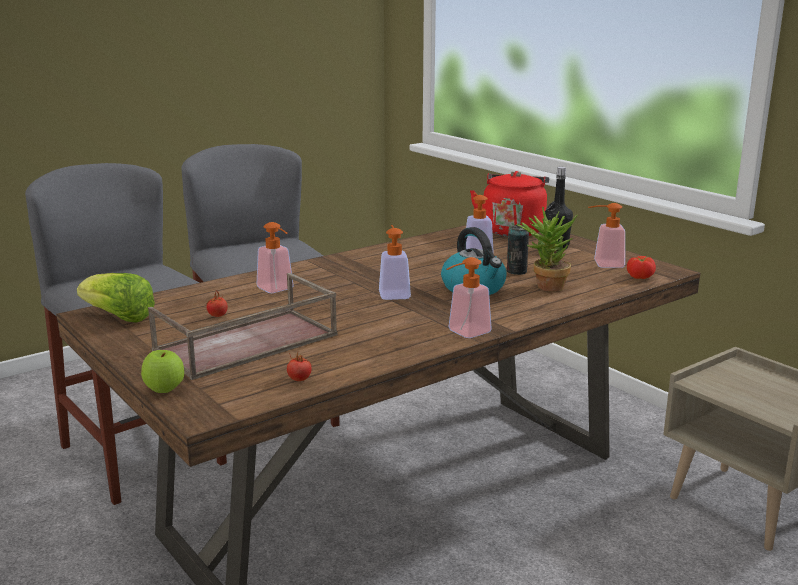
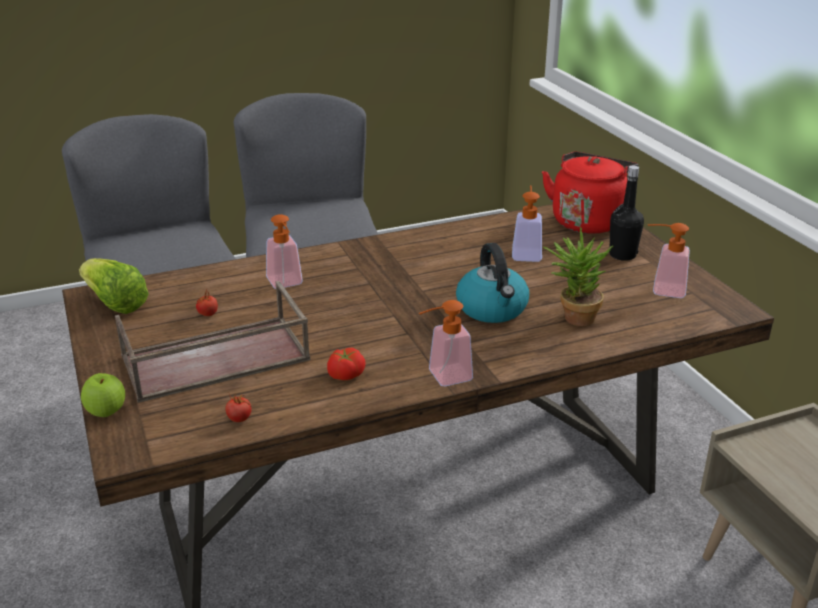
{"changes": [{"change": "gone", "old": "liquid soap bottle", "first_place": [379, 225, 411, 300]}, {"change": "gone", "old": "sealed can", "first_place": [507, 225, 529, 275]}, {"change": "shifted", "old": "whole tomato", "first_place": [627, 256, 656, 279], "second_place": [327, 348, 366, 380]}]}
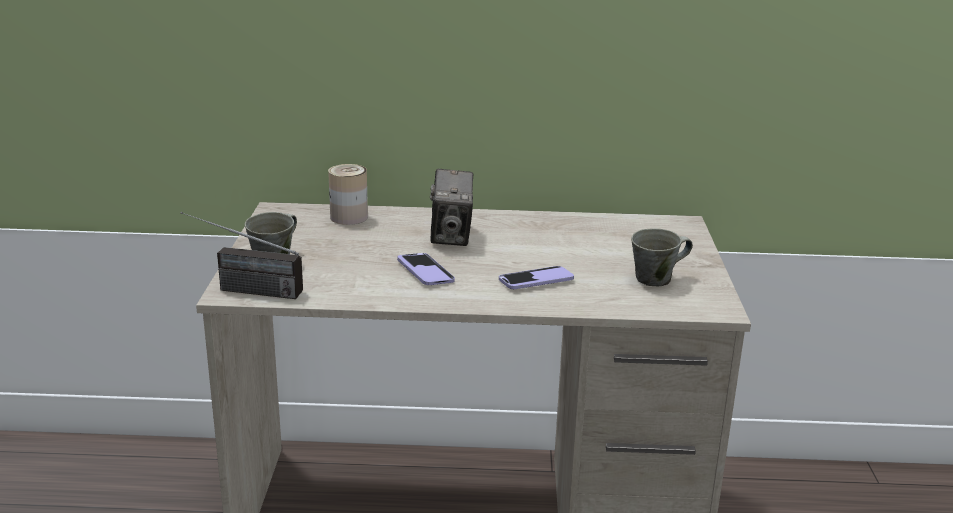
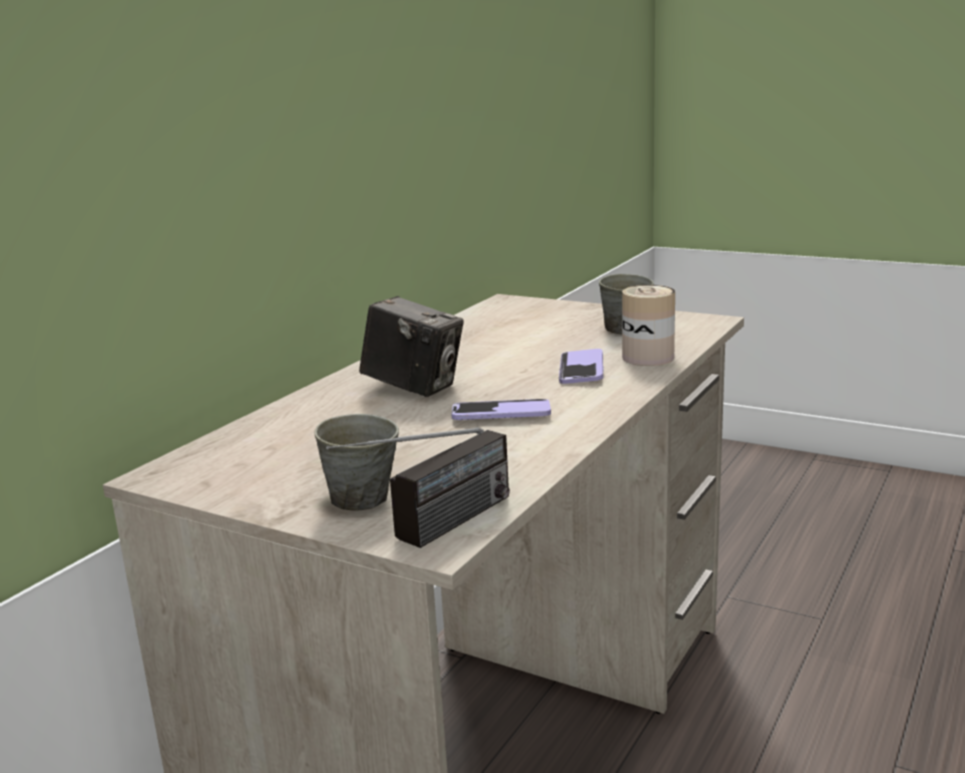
{"changes": [{"change": "shifted", "old": "sealed can", "first_place": [328, 164, 368, 225], "second_place": [622, 285, 675, 366]}]}
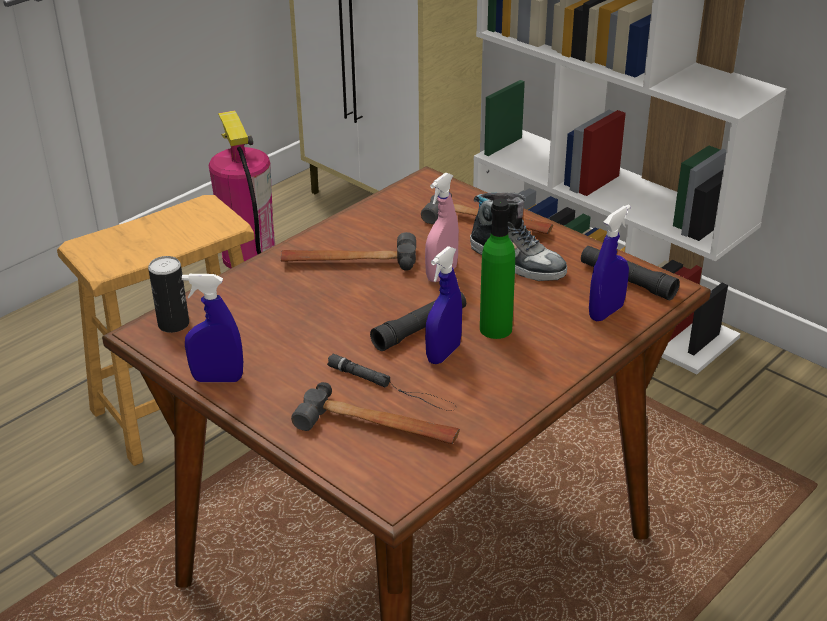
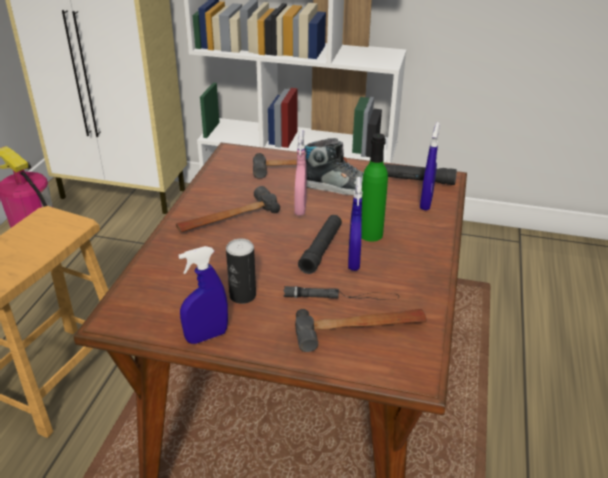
{"changes": [{"change": "shifted", "old": "sealed can", "first_place": [148, 256, 189, 333], "second_place": [226, 239, 256, 304]}]}
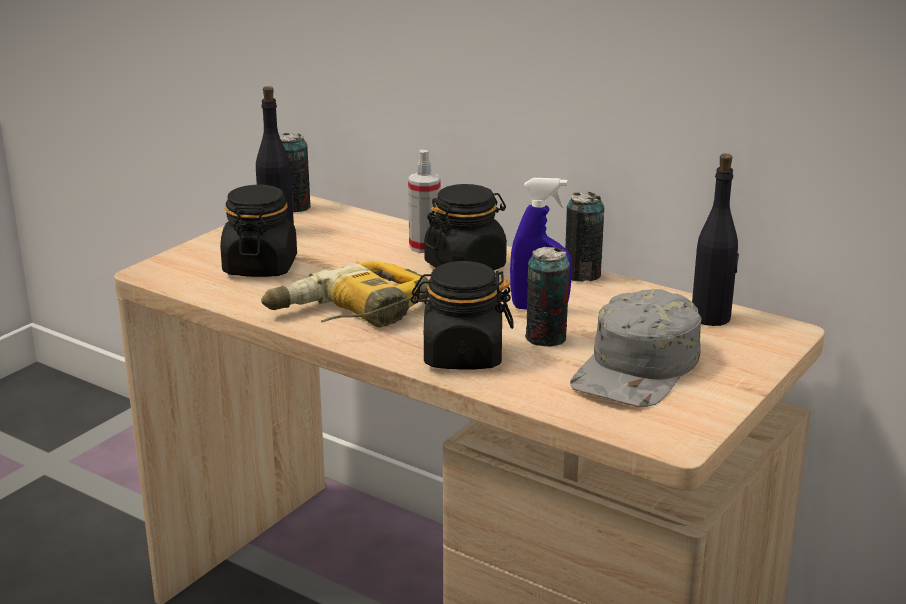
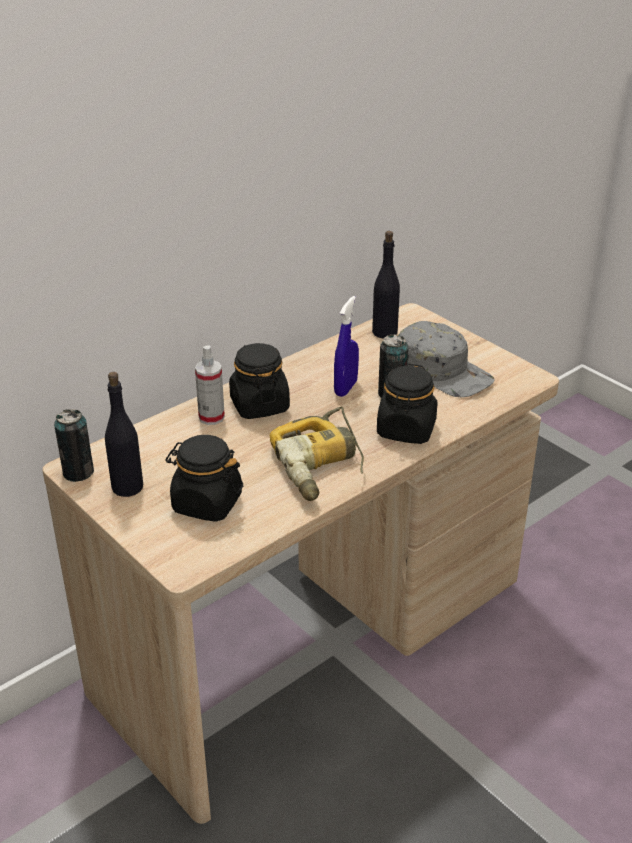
{"changes": [{"change": "gone", "old": "sealed can", "first_place": [565, 192, 604, 282]}]}
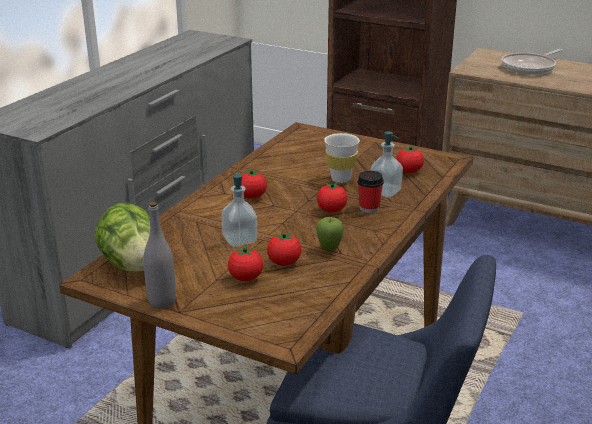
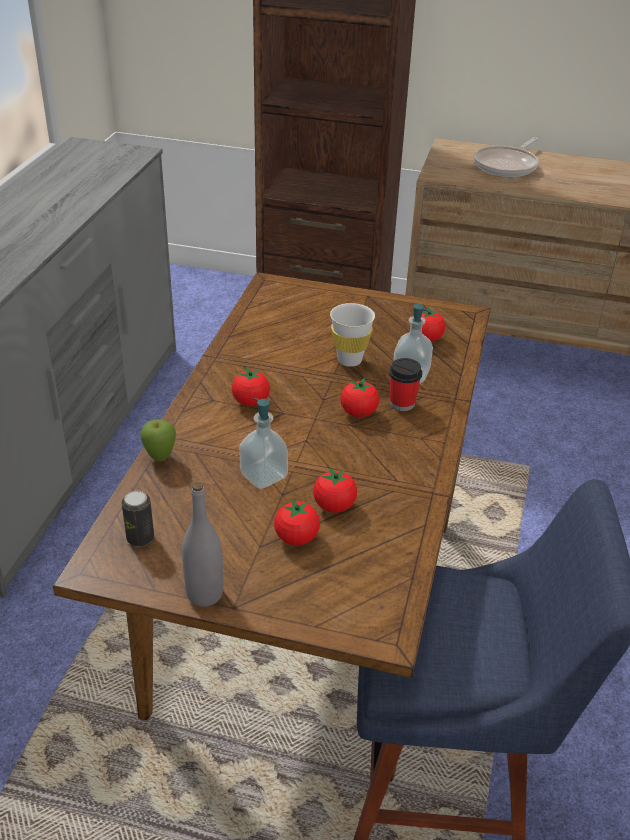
{"changes": [{"change": "swapped", "old": "head of lettuce", "new": "sealed can", "first_place": [94, 203, 150, 272], "second_place": [122, 491, 154, 547]}, {"change": "shifted", "old": "apple fruit", "first_place": [316, 217, 344, 252], "second_place": [140, 419, 176, 462]}]}
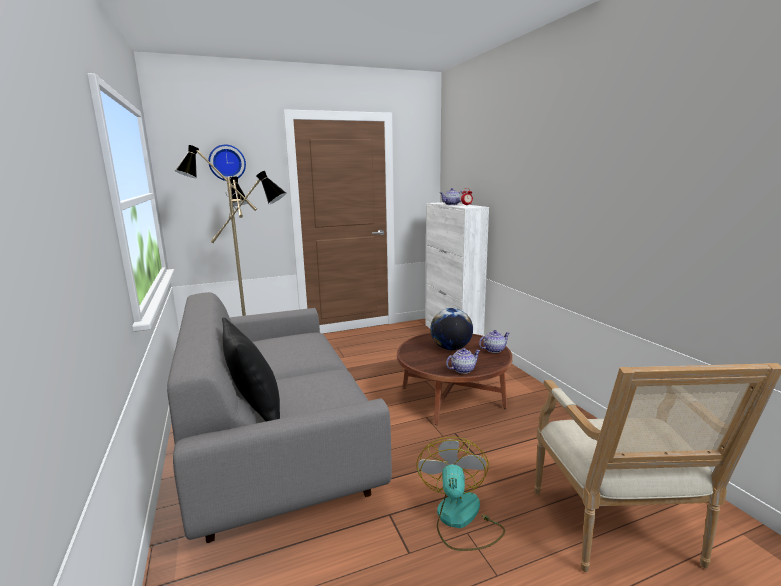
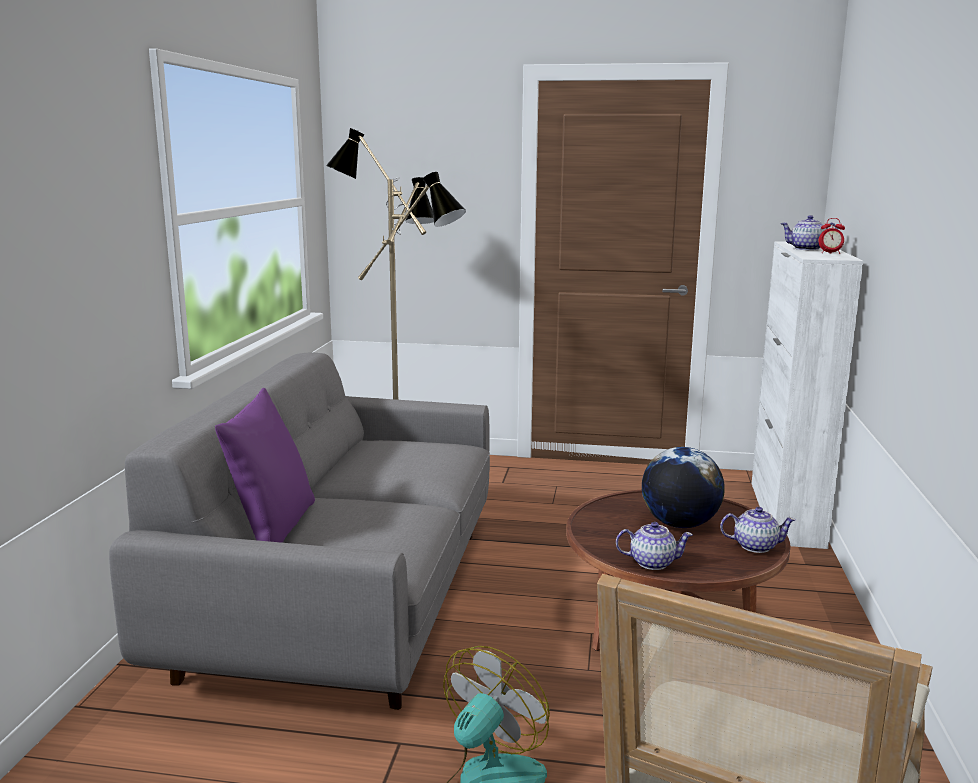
{"changes": [{"change": "gone", "old": "wall clock", "first_place": [208, 145, 246, 181]}, {"change": "repainted", "old": "black-coloured throw pillow", "new": "purple-coloured throw pillow", "first_place": [222, 317, 280, 421], "second_place": [215, 388, 315, 543]}]}
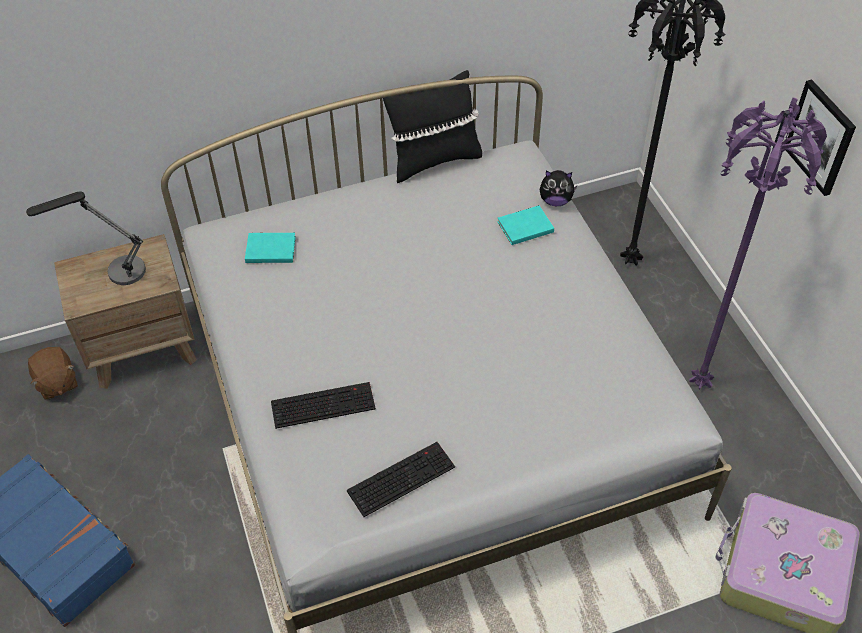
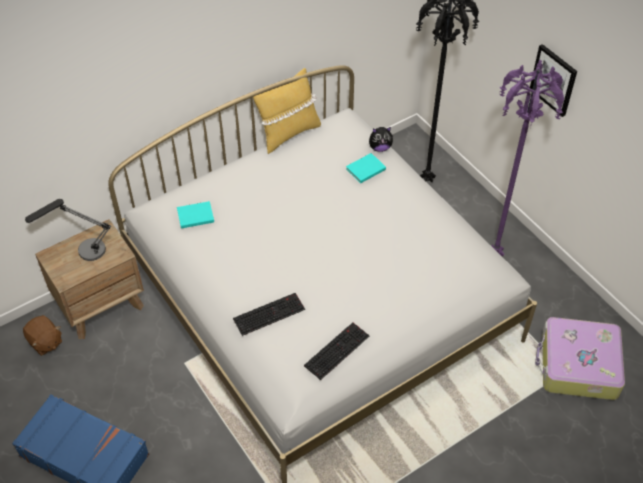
{"changes": [{"change": "repainted", "old": "black-coloured throw pillow", "new": "yellow-coloured throw pillow", "first_place": [383, 70, 482, 183], "second_place": [253, 68, 321, 154]}]}
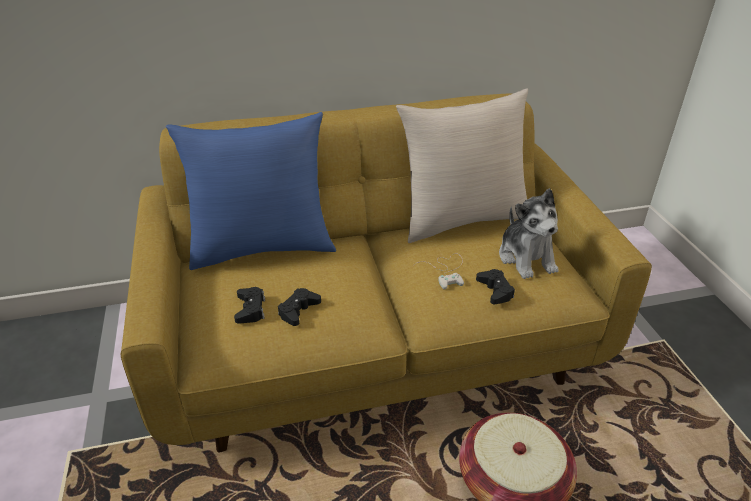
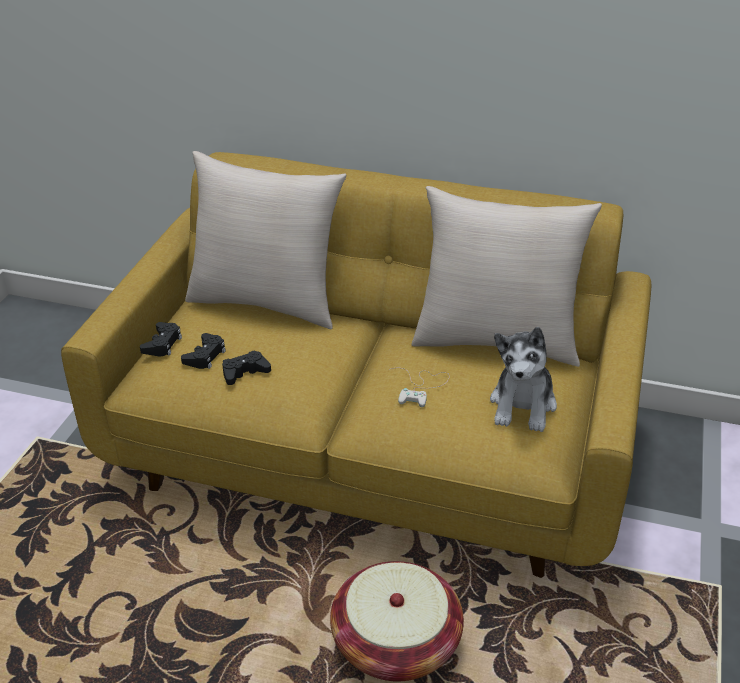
{"changes": [{"change": "repainted", "old": "bluish throw pillow", "new": "sand-coloured throw pillow", "first_place": [166, 112, 336, 270], "second_place": [185, 151, 346, 329]}, {"change": "shifted", "old": "black-coloured gamepad", "first_place": [476, 269, 515, 304], "second_place": [140, 322, 182, 356]}]}
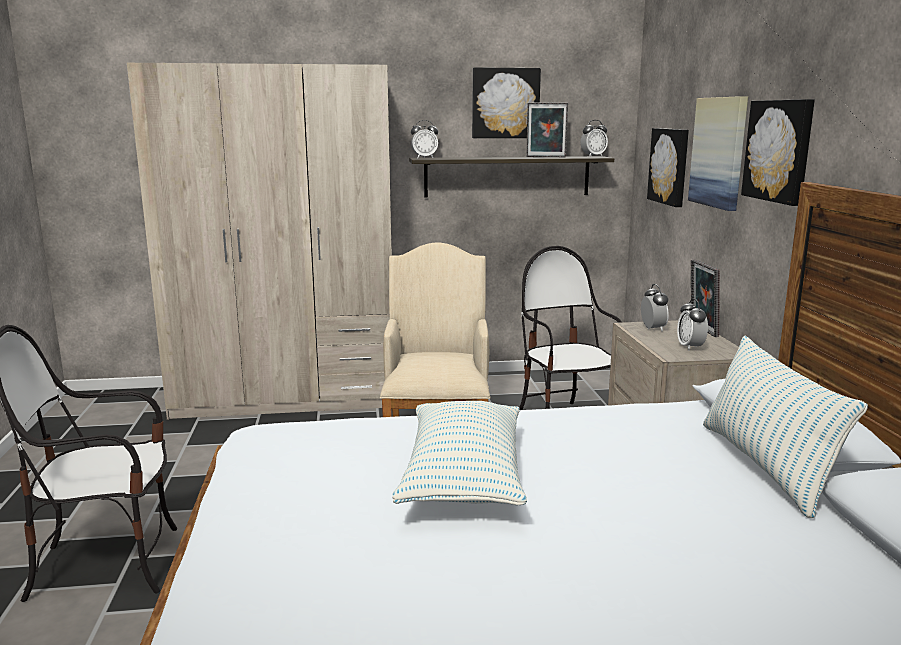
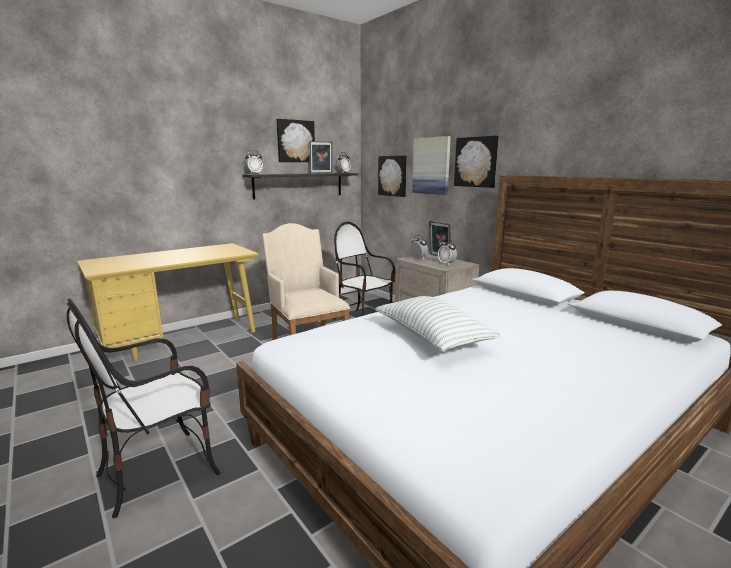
{"changes": [{"change": "swapped", "old": "sand-coloured wardrobe", "new": "yellow-coloured desk table", "first_place": [127, 63, 392, 420], "second_place": [77, 243, 259, 362]}, {"change": "gone", "old": "throw pillow", "first_place": [703, 336, 868, 518]}]}
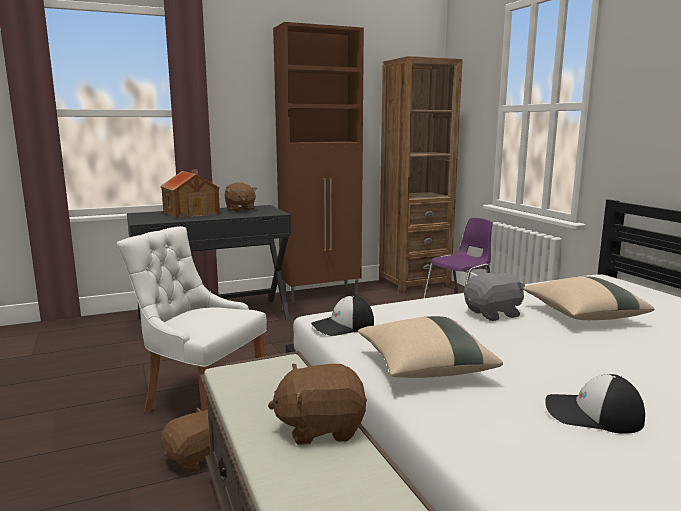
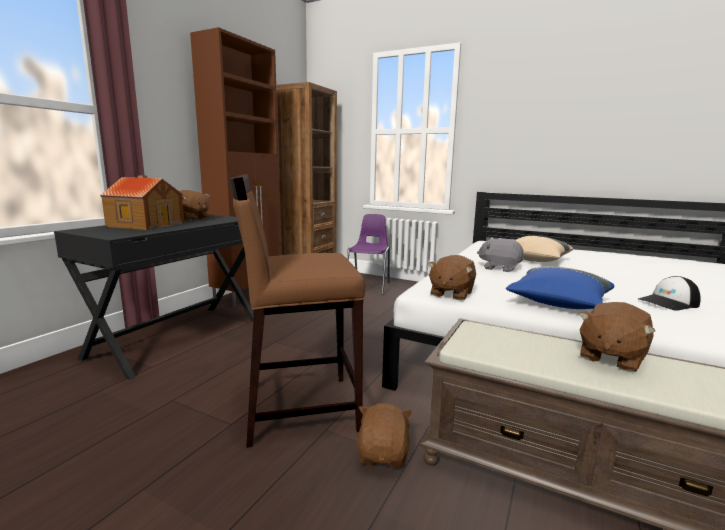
{"changes": [{"change": "swapped", "old": "whitish upright chair", "new": "brown sitting stool", "first_place": [117, 226, 267, 413], "second_place": [229, 174, 365, 448]}, {"change": "rotated", "old": "greyish soft toy", "first_place": [464, 272, 525, 321], "second_place": [477, 239, 524, 272], "degrees": -90}, {"change": "swapped", "old": "cap", "new": "brown soft toy", "first_place": [311, 295, 374, 336], "second_place": [428, 255, 476, 300]}, {"change": "repainted", "old": "sand-coloured throw pillow", "new": "bluish throw pillow", "first_place": [358, 316, 503, 378], "second_place": [506, 266, 615, 309]}]}
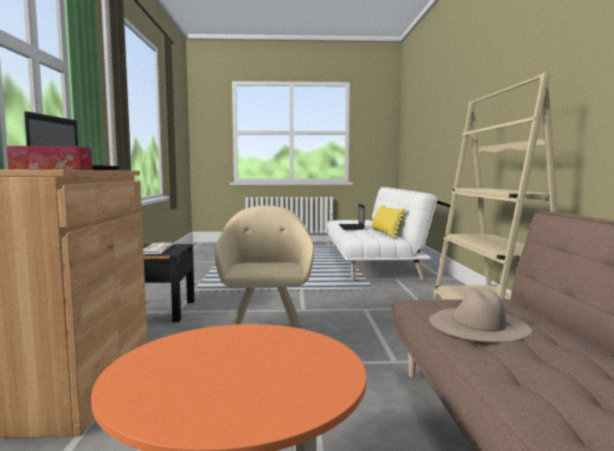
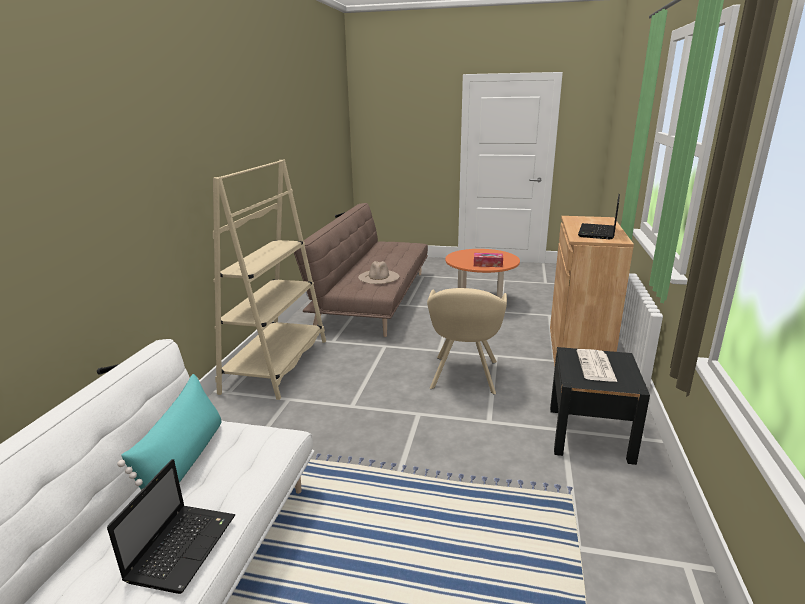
{"changes": [{"change": "shifted", "old": "tissue box", "first_place": [7, 146, 92, 170], "second_place": [474, 253, 503, 267]}, {"change": "repainted", "old": "yellow-coloured throw pillow", "new": "turquoise throw pillow", "first_place": [372, 205, 407, 238], "second_place": [117, 374, 221, 490]}]}
